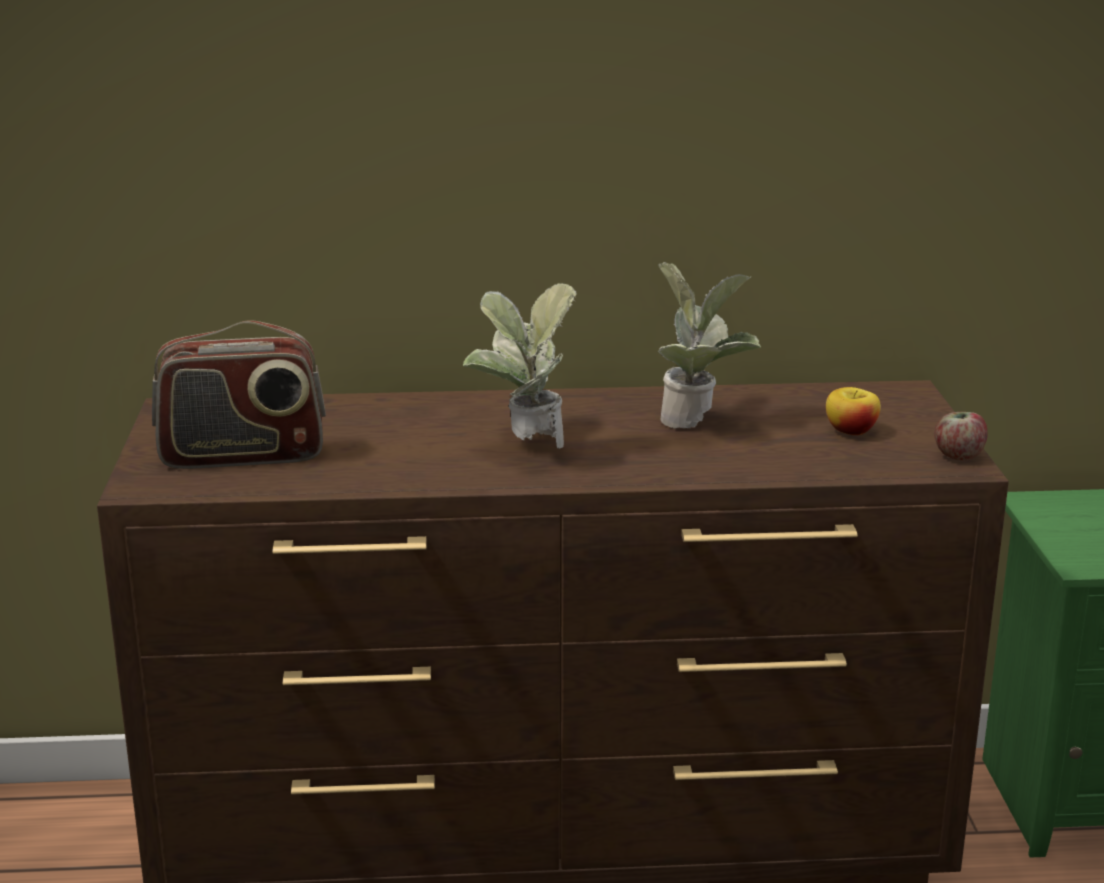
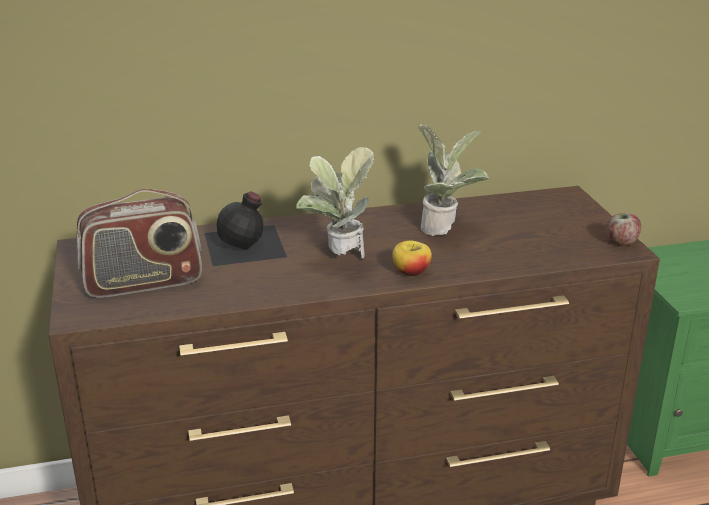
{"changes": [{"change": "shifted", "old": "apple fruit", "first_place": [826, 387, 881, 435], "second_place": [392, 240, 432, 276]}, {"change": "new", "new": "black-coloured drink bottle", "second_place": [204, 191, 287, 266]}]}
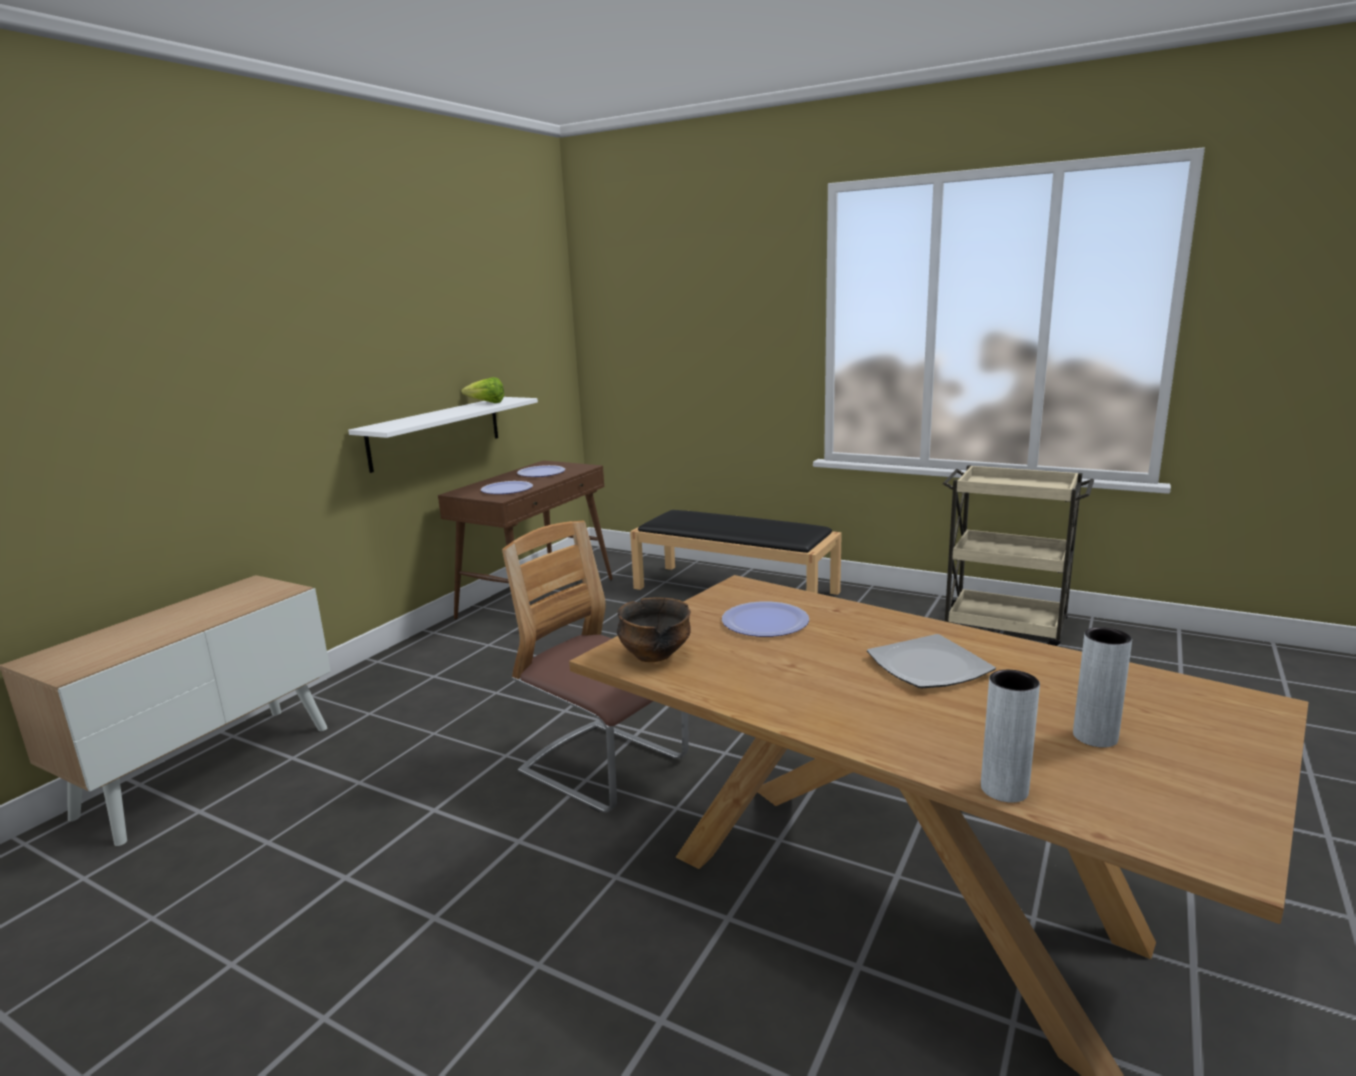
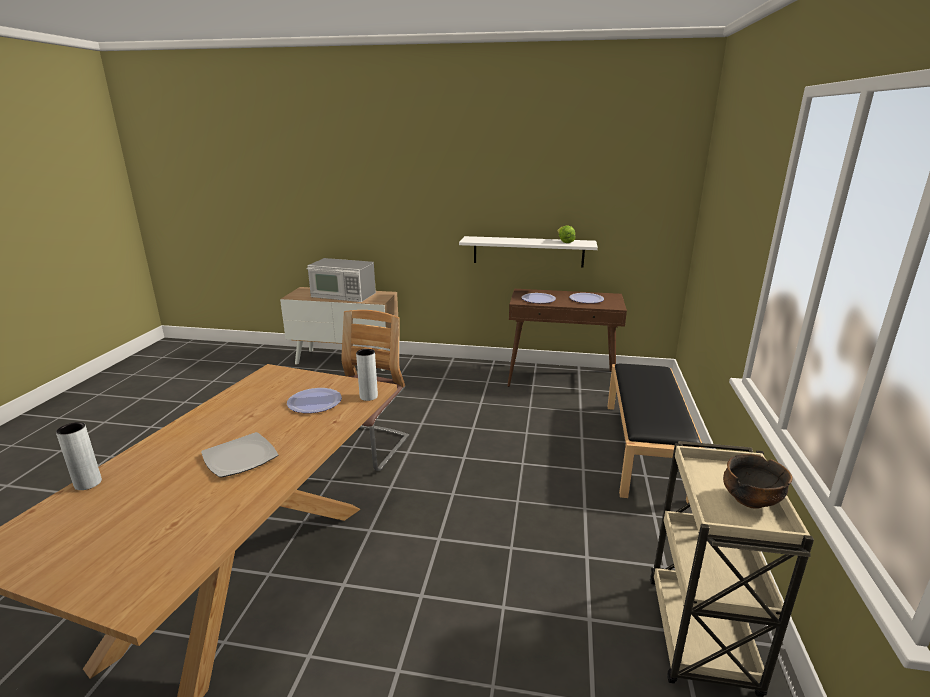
{"changes": [{"change": "shifted", "old": "bowl", "first_place": [617, 597, 691, 662], "second_place": [723, 454, 793, 509]}, {"change": "shifted", "old": "greyish flower vase", "first_place": [1073, 627, 1132, 748], "second_place": [356, 349, 378, 401]}, {"change": "new", "new": "microwave", "second_place": [307, 258, 376, 302]}]}
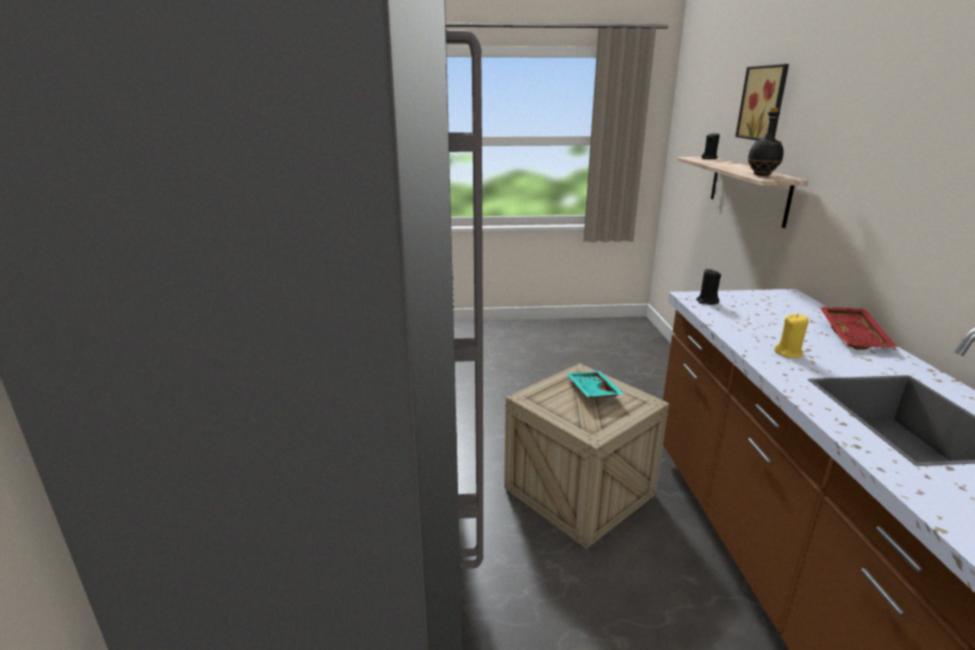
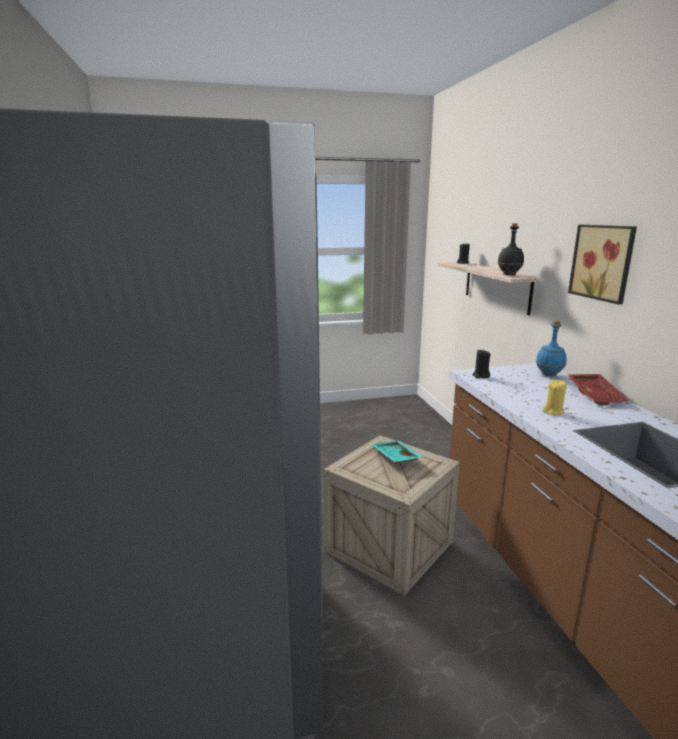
{"changes": [{"change": "shifted", "old": "wall art", "first_place": [735, 64, 789, 141], "second_place": [568, 225, 637, 305]}, {"change": "new", "new": "bluish drink bottle", "second_place": [536, 320, 567, 377]}]}
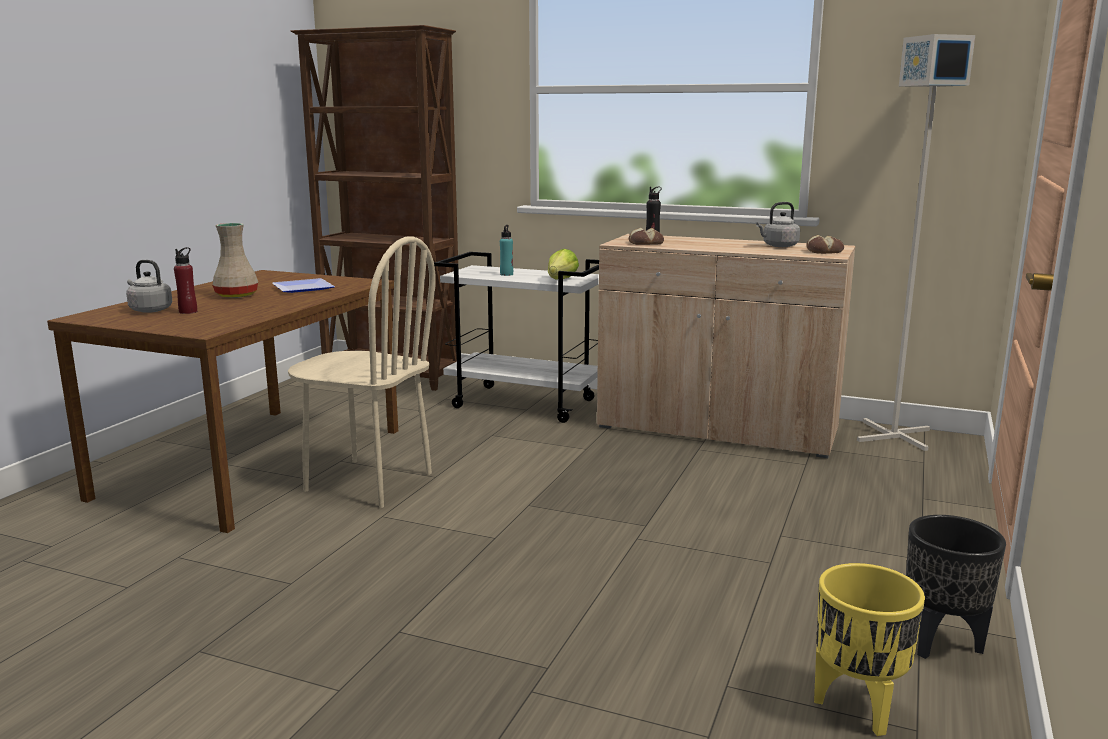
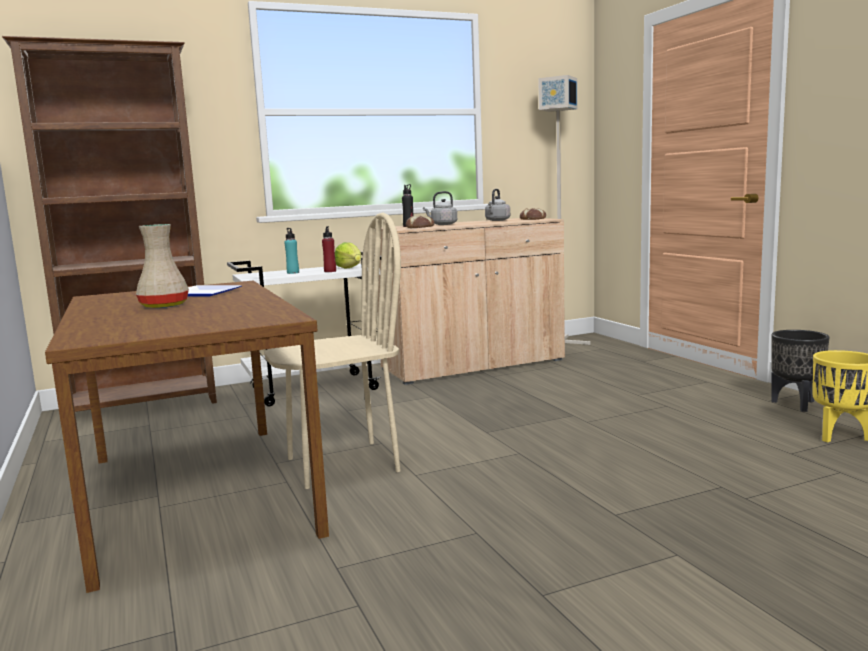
{"changes": [{"change": "shifted", "old": "red drink bottle", "first_place": [174, 247, 197, 314], "second_place": [322, 226, 336, 272]}, {"change": "shifted", "old": "greyish kettle", "first_place": [126, 260, 172, 313], "second_place": [423, 191, 457, 225]}]}
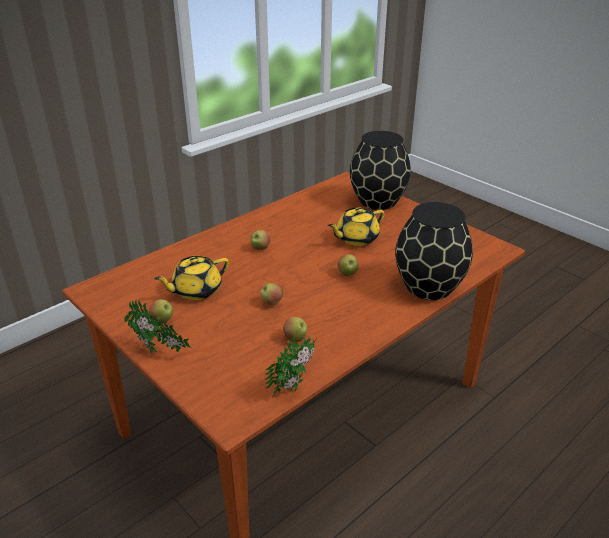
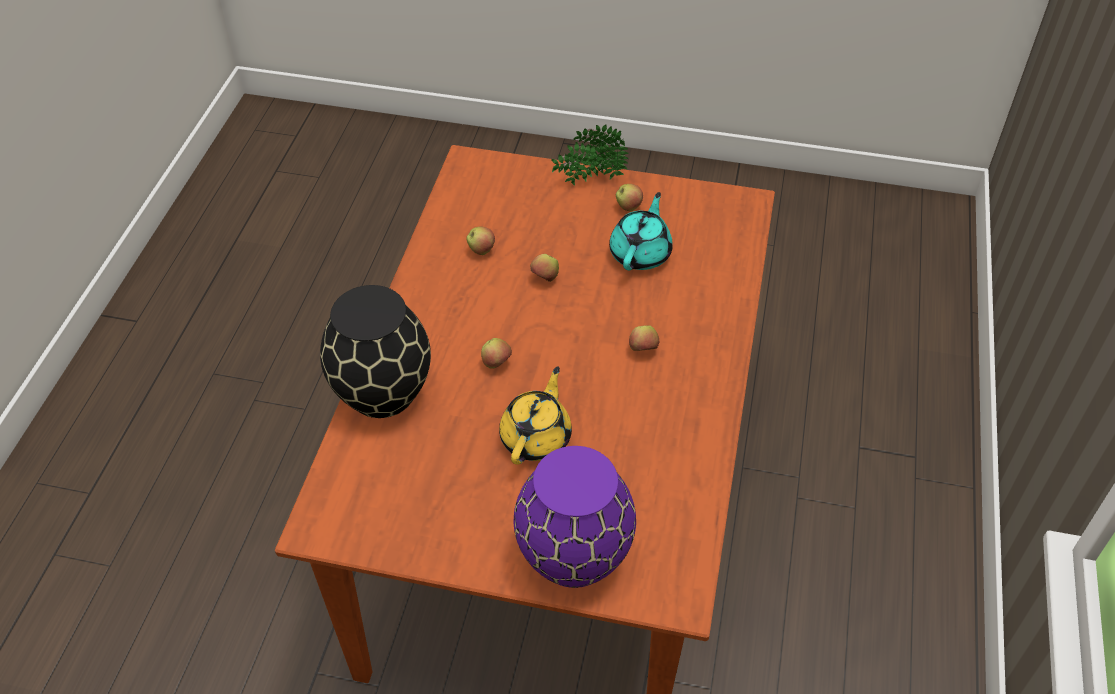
{"changes": [{"change": "repainted", "old": "black-coloured flower vase", "new": "purple-coloured flower vase", "first_place": [350, 131, 411, 210], "second_place": [514, 446, 636, 588]}, {"change": "repainted", "old": "yellow-coloured teapot", "new": "turquoise teapot", "first_place": [154, 256, 229, 300], "second_place": [609, 192, 673, 270]}, {"change": "gone", "old": "potted plant", "first_place": [265, 336, 316, 397]}]}
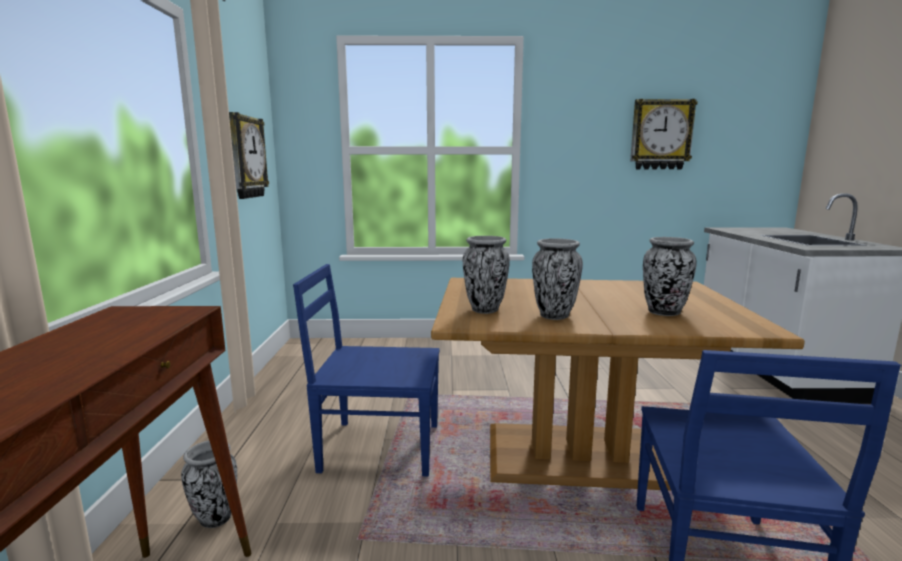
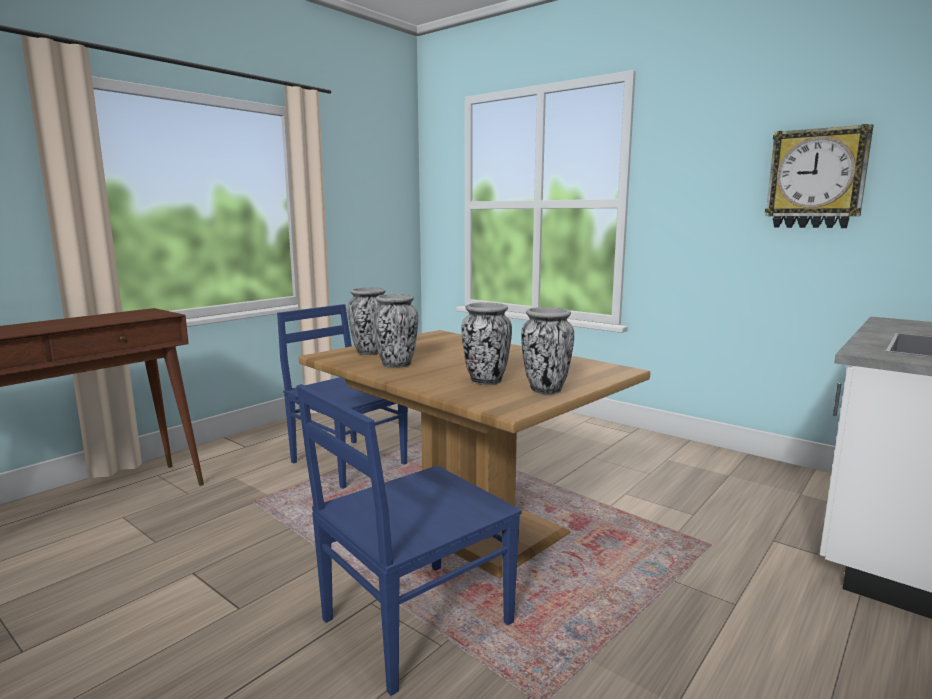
{"changes": [{"change": "gone", "old": "wall clock", "first_place": [229, 112, 269, 199]}, {"change": "shifted", "old": "flower vase", "first_place": [181, 440, 237, 528], "second_place": [521, 307, 574, 394]}]}
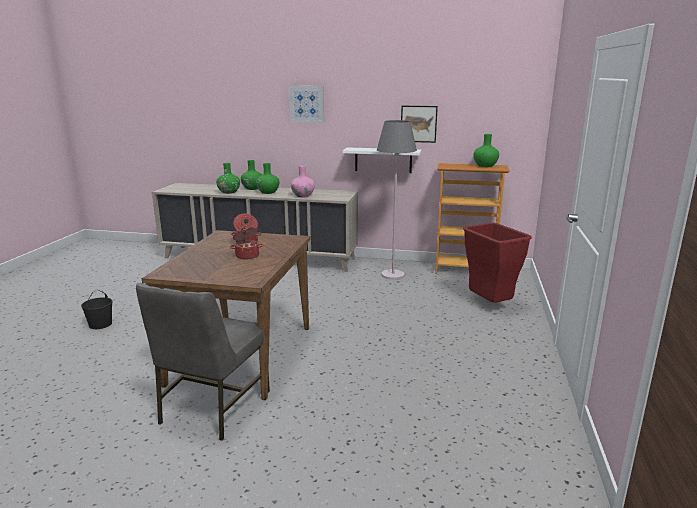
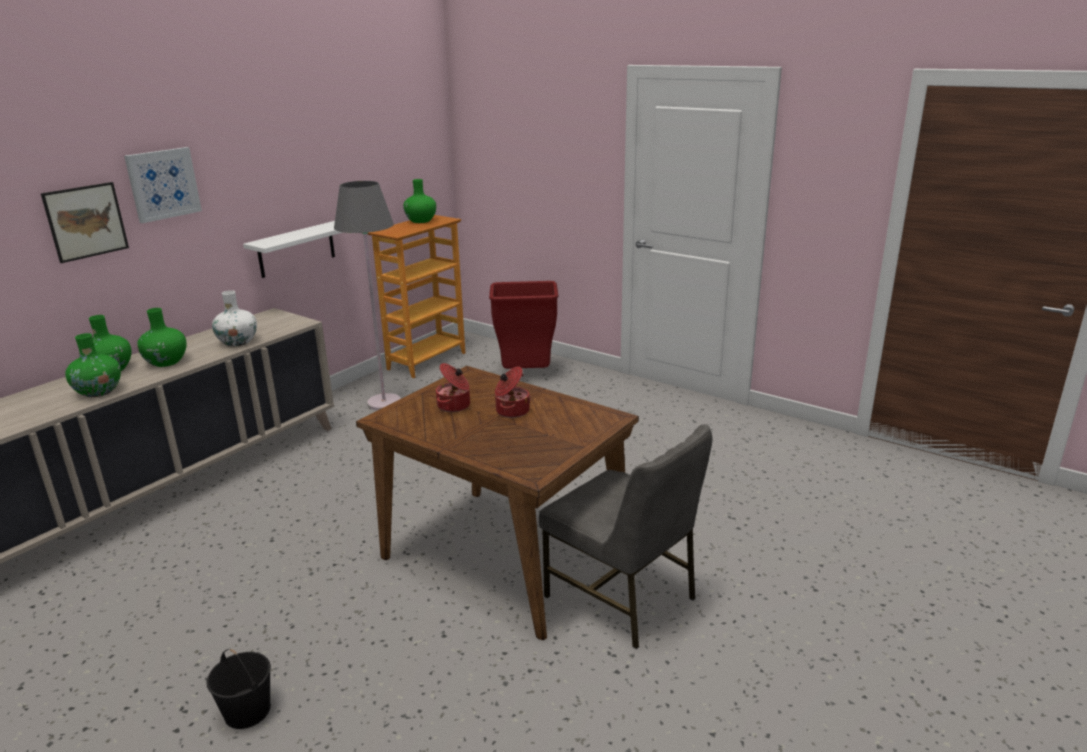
{"changes": [{"change": "shifted", "old": "wall art", "first_place": [401, 106, 438, 143], "second_place": [41, 182, 129, 263]}, {"change": "repainted", "old": "pink flower vase", "new": "whitish flower vase", "first_place": [291, 165, 315, 197], "second_place": [212, 290, 257, 346]}]}
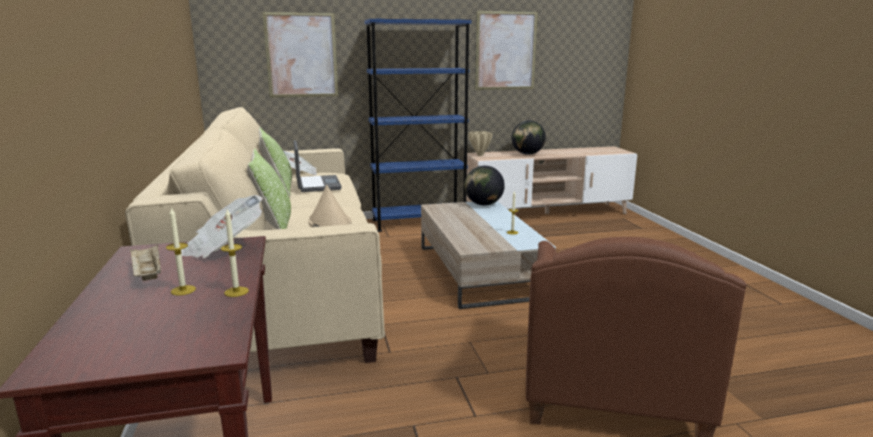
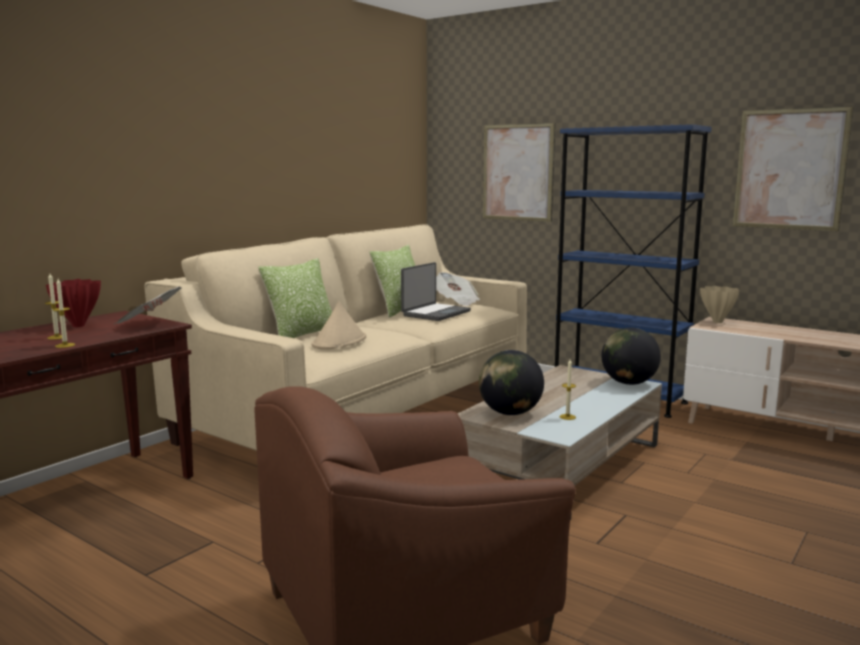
{"changes": [{"change": "shifted", "old": "globe", "first_place": [512, 120, 546, 155], "second_place": [479, 350, 544, 415]}, {"change": "swapped", "old": "sand-coloured tray", "new": "red flower vase", "first_place": [130, 244, 161, 281], "second_place": [46, 279, 101, 327]}]}
